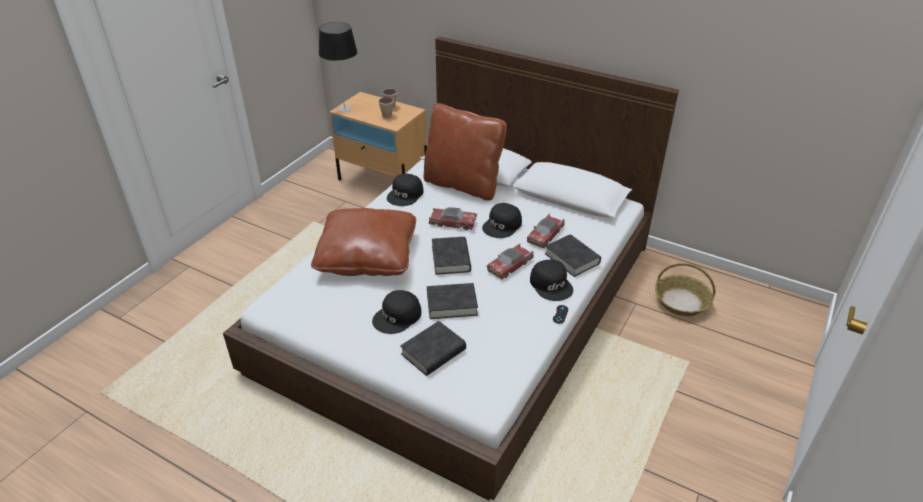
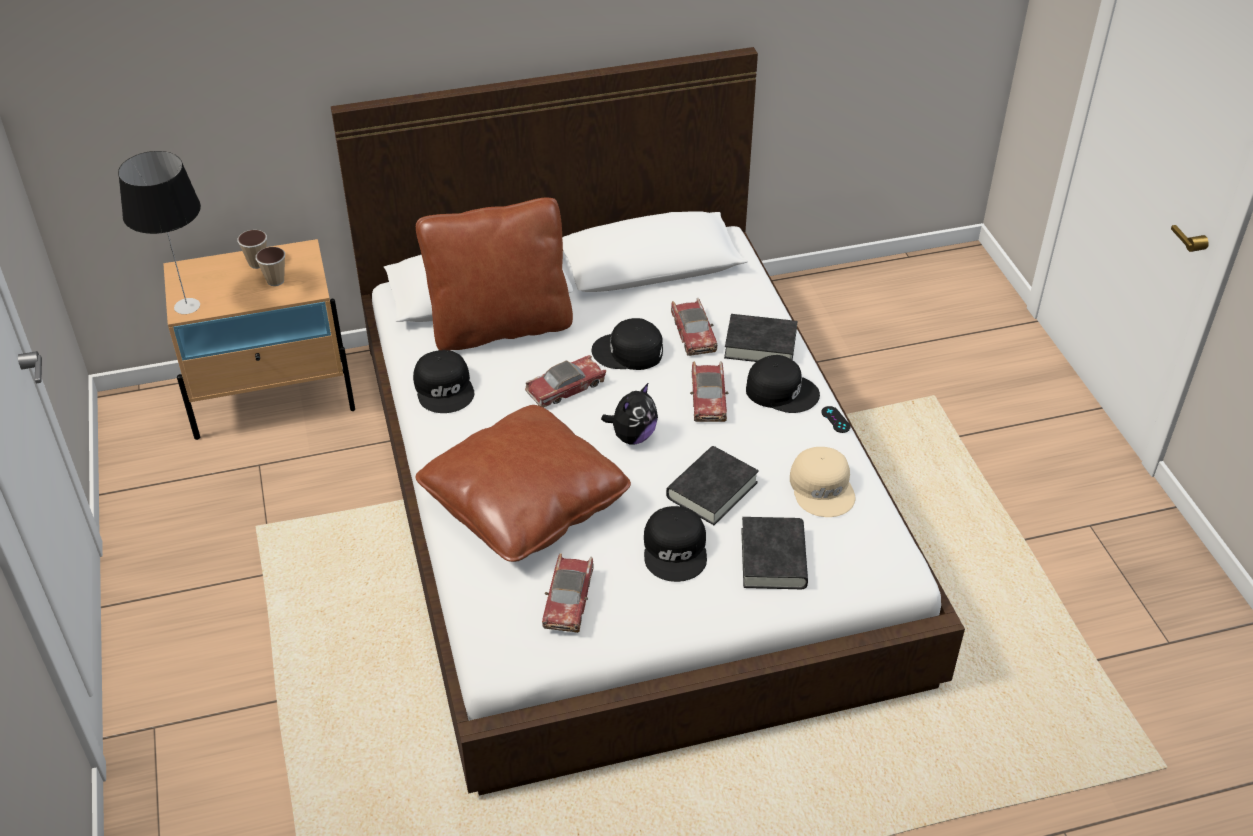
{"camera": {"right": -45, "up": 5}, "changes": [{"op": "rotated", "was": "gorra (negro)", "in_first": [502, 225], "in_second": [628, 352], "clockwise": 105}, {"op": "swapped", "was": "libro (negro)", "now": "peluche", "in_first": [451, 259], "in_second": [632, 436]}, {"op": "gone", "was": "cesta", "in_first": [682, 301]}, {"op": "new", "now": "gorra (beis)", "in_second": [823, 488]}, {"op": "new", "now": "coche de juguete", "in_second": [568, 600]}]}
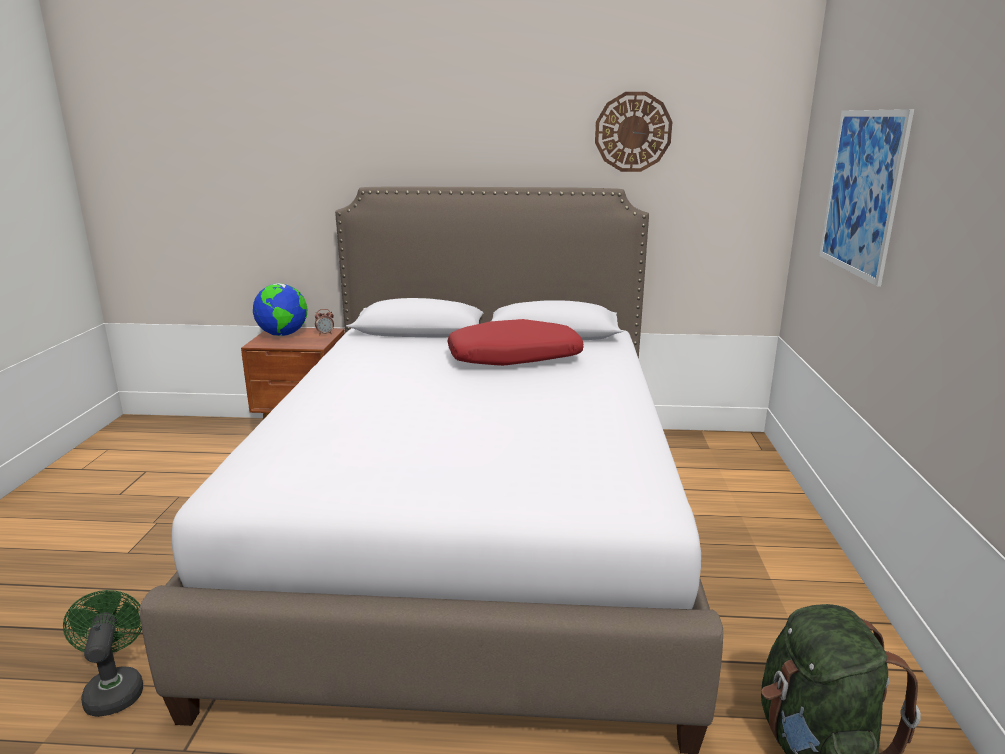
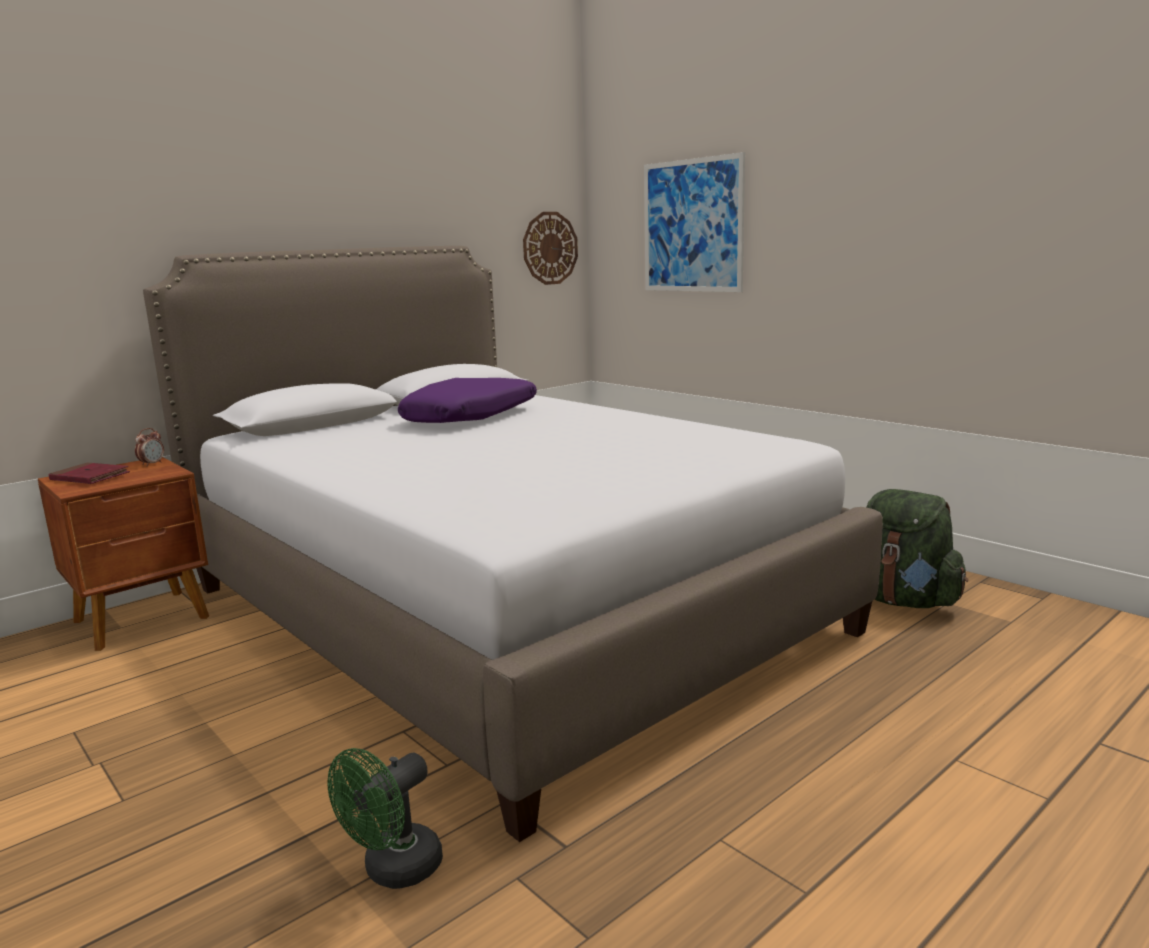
{"camera": {"right": -45, "up": -5}, "changes": [{"op": "shifted", "was": "reloj de pared", "in_first": [633, 132], "in_second": [550, 248]}, {"op": "swapped", "was": "globo terráqueo", "now": "libro (rojo)", "in_first": [283, 335], "in_second": [90, 477]}, {"op": "repainted", "was": "cojín (rojo)", "now": "cojín (morado)", "in_first": [514, 359], "in_second": [471, 417]}, {"op": "rotated", "was": "ventilador (verde)", "in_first": [114, 689], "in_second": [393, 871], "clockwise": -75}]}
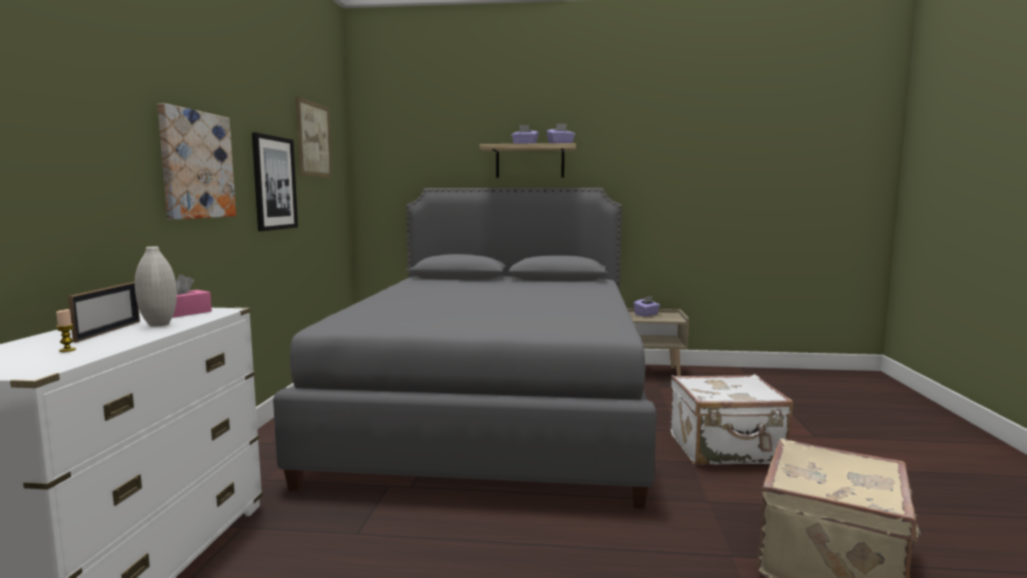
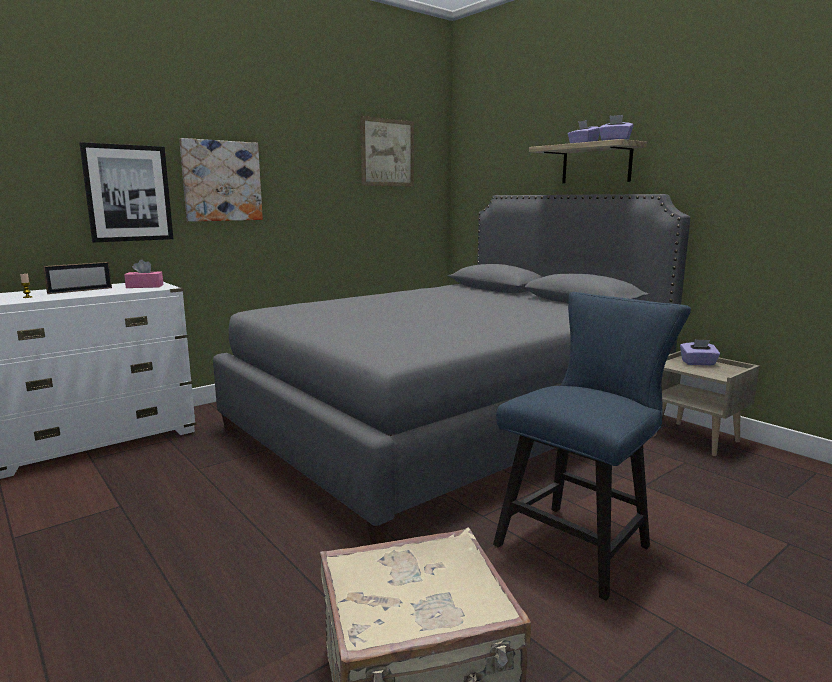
{"camera": {"right": 45, "up": 5}, "changes": [{"op": "shifted", "was": "cuadro", "in_first": [274, 183], "in_second": [128, 193]}, {"op": "gone", "was": "florero (blanco)", "in_first": [159, 324]}, {"op": "swapped", "was": "maleta (blanco)", "now": "silla (azul)", "in_first": [726, 450], "in_second": [580, 542]}]}
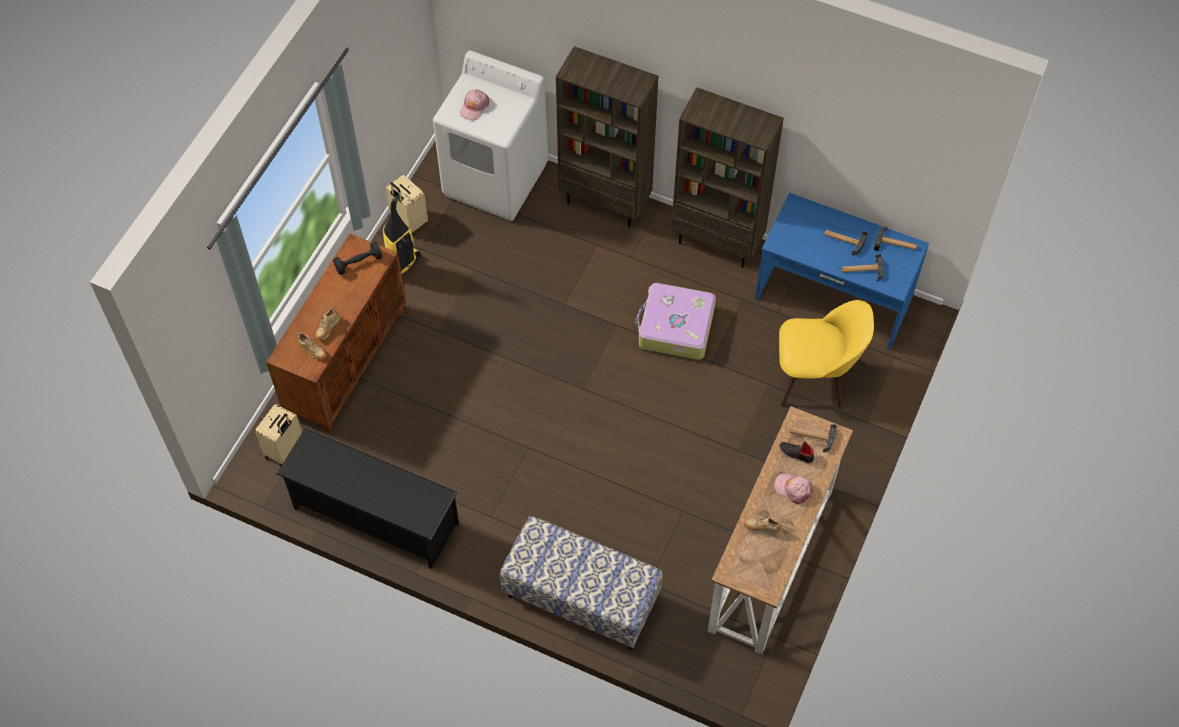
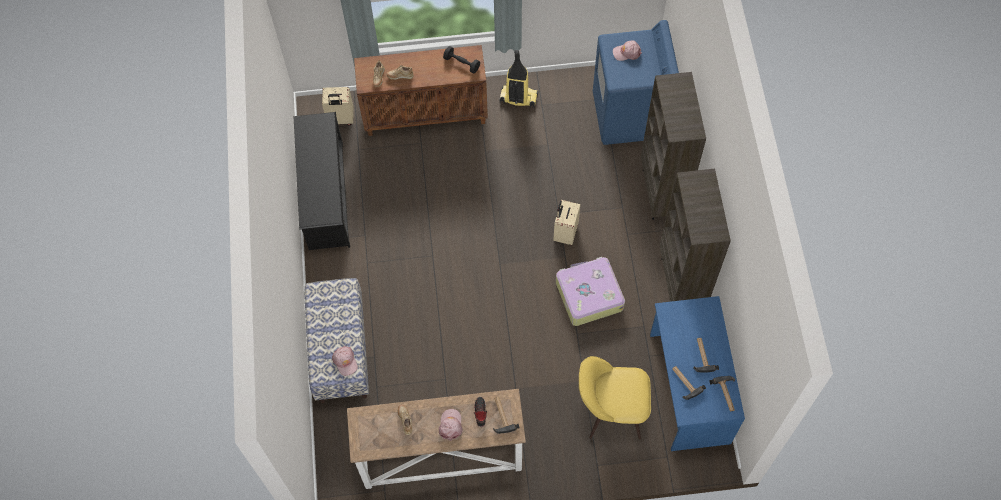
{"camera": {"right": 60, "up": 5}, "changes": [{"op": "repainted", "was": "lavadora (blanco)", "now": "lavadora (azul)", "in_first": [496, 180], "in_second": [629, 115]}, {"op": "shifted", "was": "maleta (beis)", "in_first": [408, 222], "in_second": [565, 233]}, {"op": "rotated", "was": "silla (amarillo)", "in_first": [815, 377], "in_second": [611, 410], "clockwise": 120}, {"op": "new", "now": "gorra (rosa)", "in_second": [345, 361]}]}
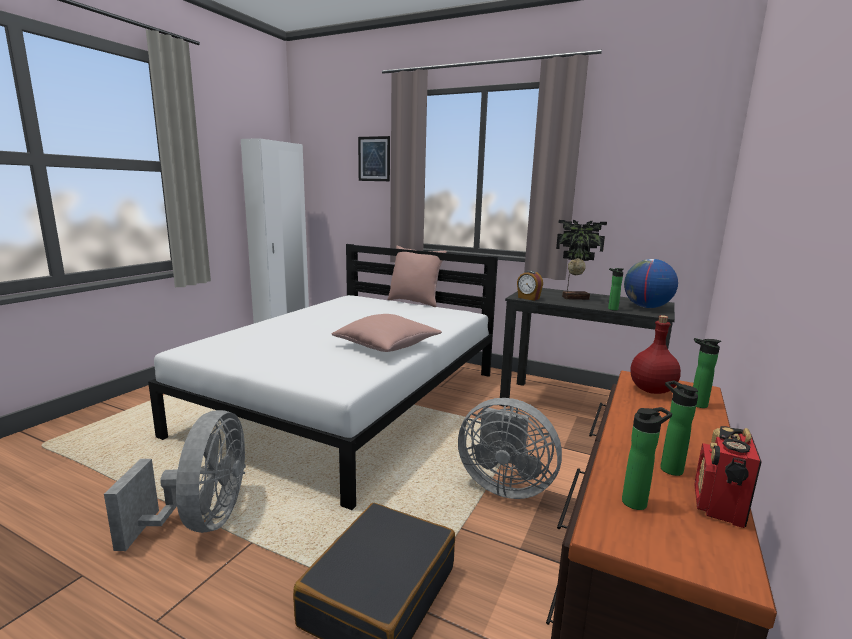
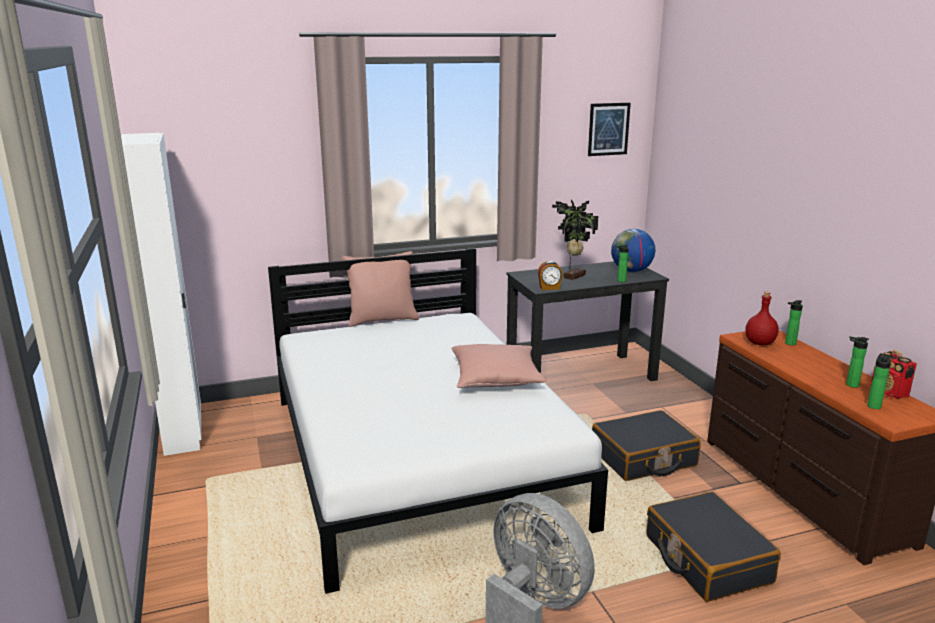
{"camera": {"right": -45, "up": 5}, "changes": [{"op": "shifted", "was": "cuadro", "in_first": [374, 159], "in_second": [608, 129]}, {"op": "swapped", "was": "ventilador (gris)", "now": "maleta (negro)", "in_first": [504, 485], "in_second": [643, 458]}]}
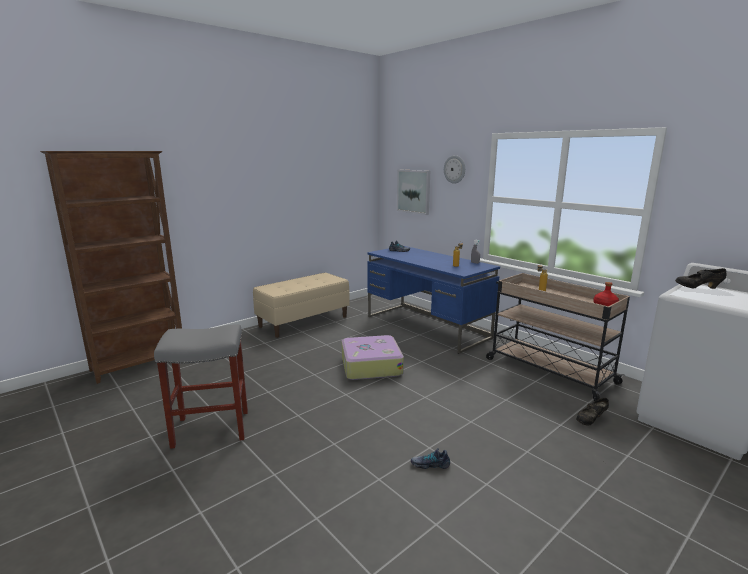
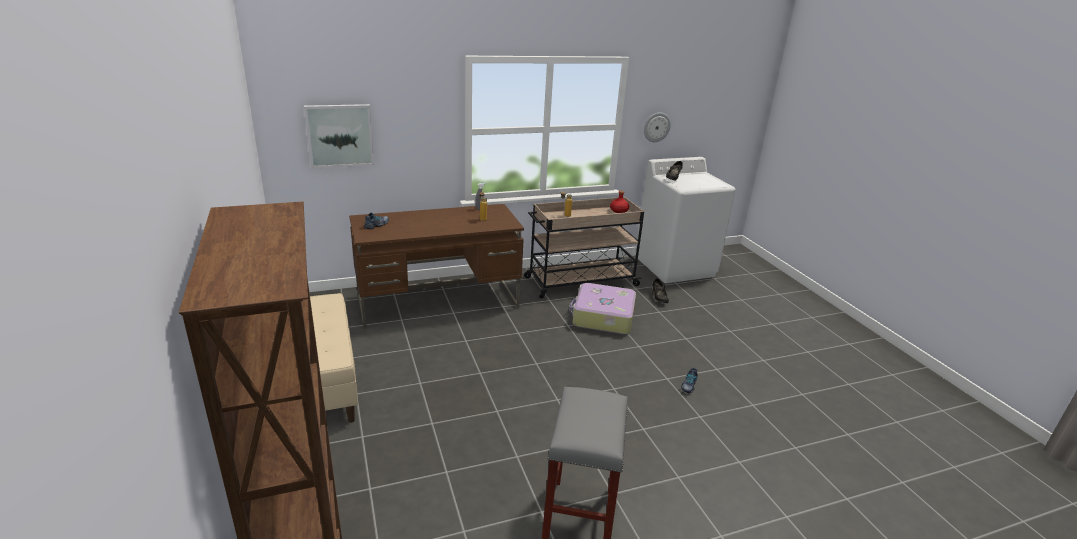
{"camera": {"right": -70, "up": 10}, "changes": [{"op": "shifted", "was": "reloj de pared", "in_first": [454, 169], "in_second": [656, 127]}, {"op": "repainted", "was": "escritorio (azul)", "now": "escritorio (marrón)", "in_first": [427, 327], "in_second": [439, 302]}, {"op": "shifted", "was": "maleta", "in_first": [370, 365], "in_second": [602, 317]}]}
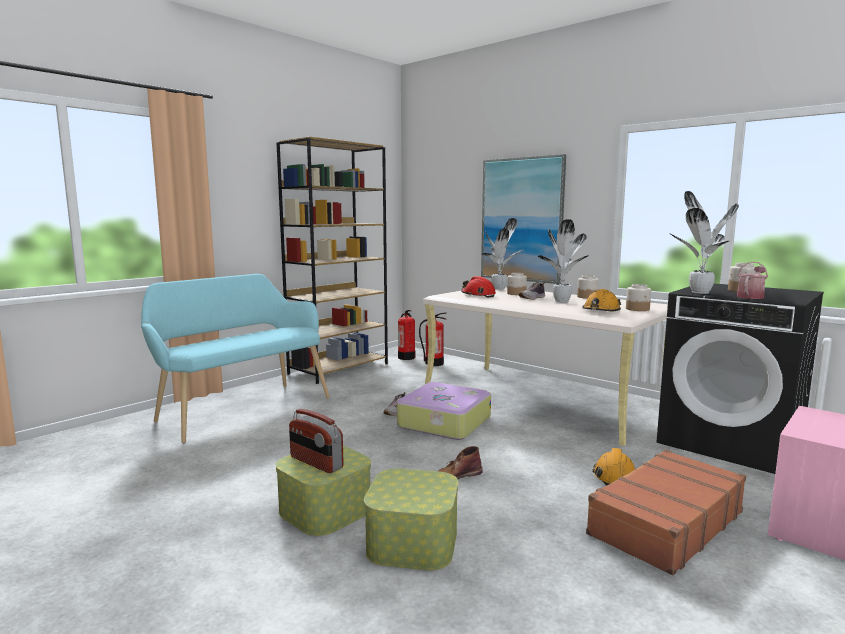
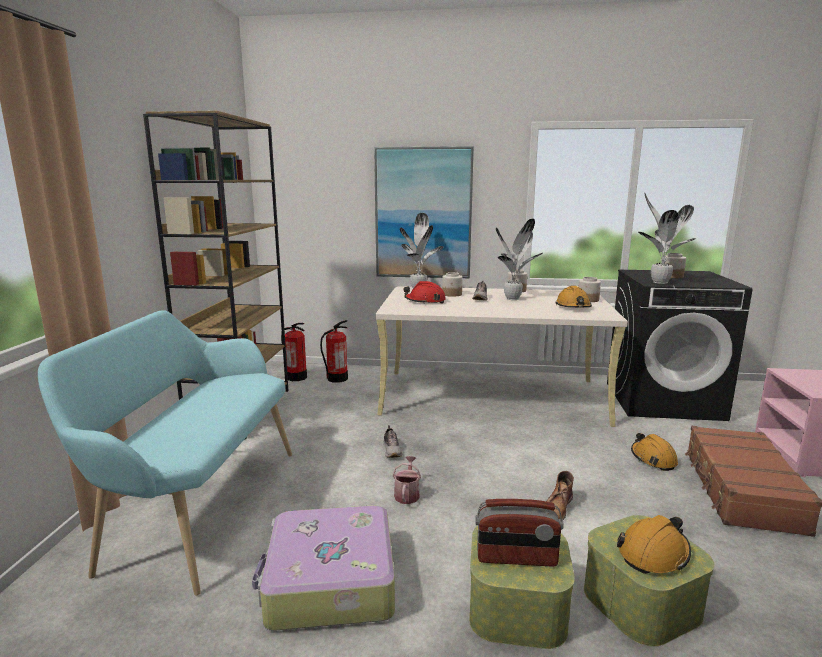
{"camera": {"right": -35, "up": 5}, "changes": [{"op": "shifted", "was": "regadera", "in_first": [751, 296], "in_second": [407, 494]}, {"op": "shifted", "was": "maleta", "in_first": [443, 422], "in_second": [329, 582]}, {"op": "new", "now": "casco (naranja)", "in_second": [653, 554]}]}
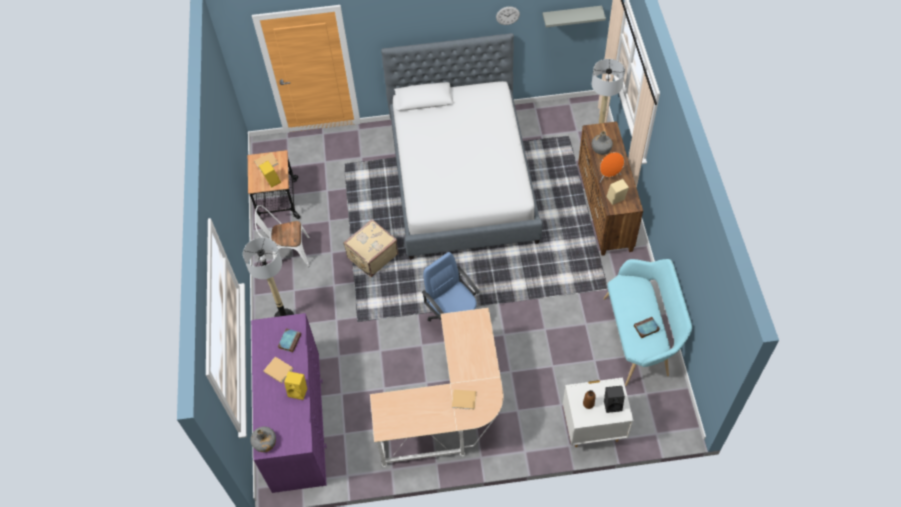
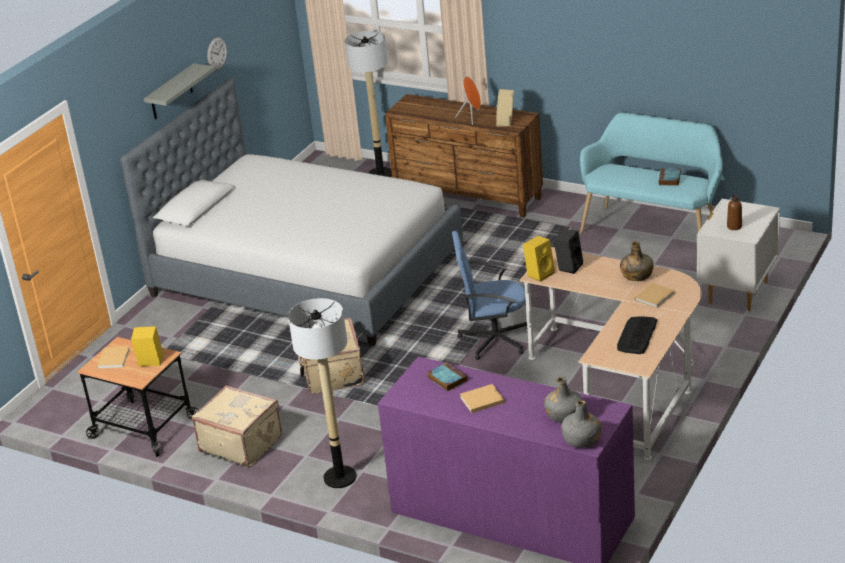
{"camera": {"right": -55, "up": -25}, "changes": [{"op": "shifted", "was": "estante (gris)", "in_first": [571, 16], "in_second": [171, 92]}, {"op": "shifted", "was": "botella (gris)", "in_first": [601, 148], "in_second": [564, 415]}, {"op": "swapped", "was": "silla (blanco)", "now": "maleta (beis)", "in_first": [288, 253], "in_second": [241, 443]}, {"op": "shifted", "was": "altavoz (amarillo)", "in_first": [299, 391], "in_second": [539, 273]}, {"op": "shifted", "was": "altavoz (negro)", "in_first": [613, 404], "in_second": [568, 266]}, {"op": "new", "now": "botella (verde)", "in_second": [636, 275]}, {"op": "new", "now": "teclado", "in_second": [637, 336]}]}
